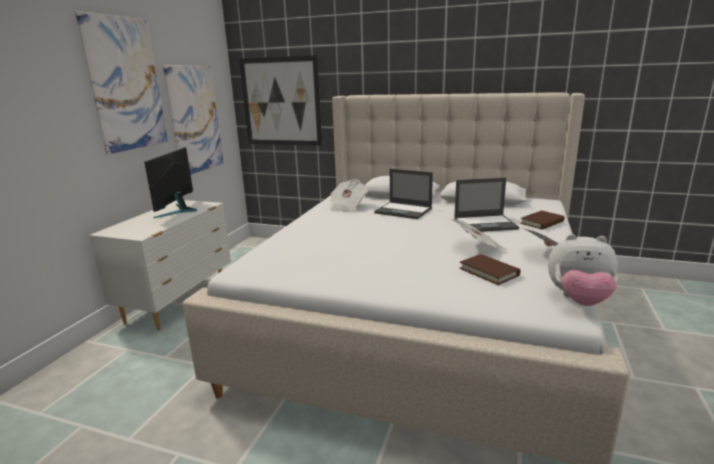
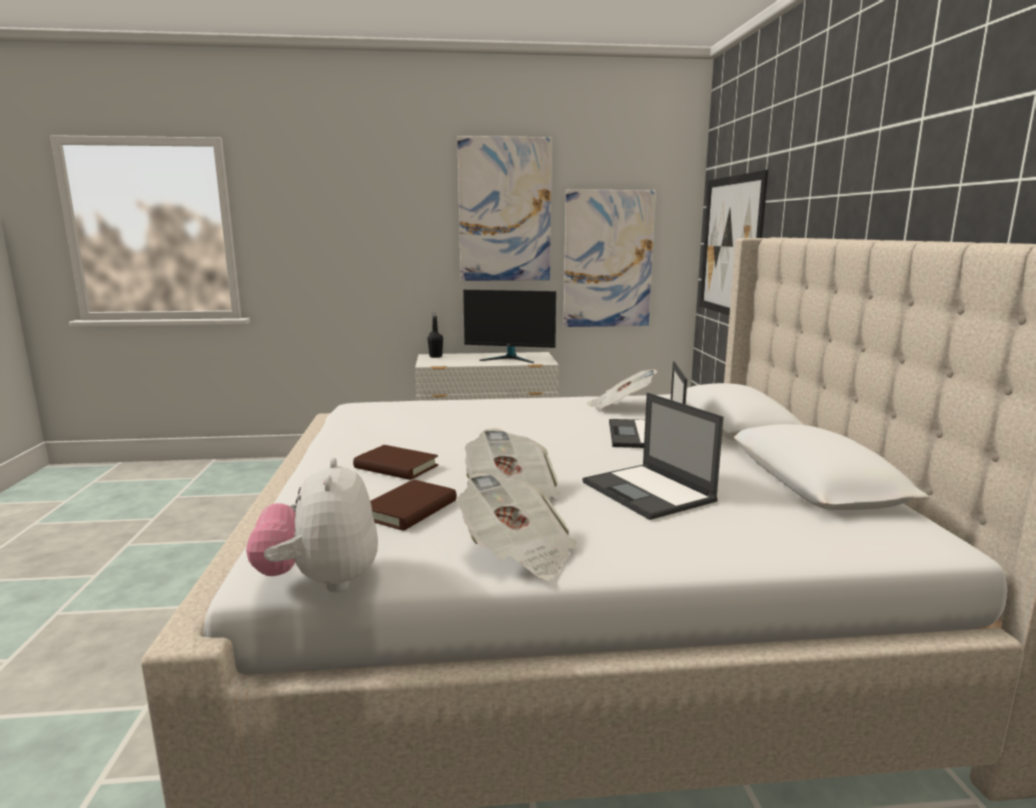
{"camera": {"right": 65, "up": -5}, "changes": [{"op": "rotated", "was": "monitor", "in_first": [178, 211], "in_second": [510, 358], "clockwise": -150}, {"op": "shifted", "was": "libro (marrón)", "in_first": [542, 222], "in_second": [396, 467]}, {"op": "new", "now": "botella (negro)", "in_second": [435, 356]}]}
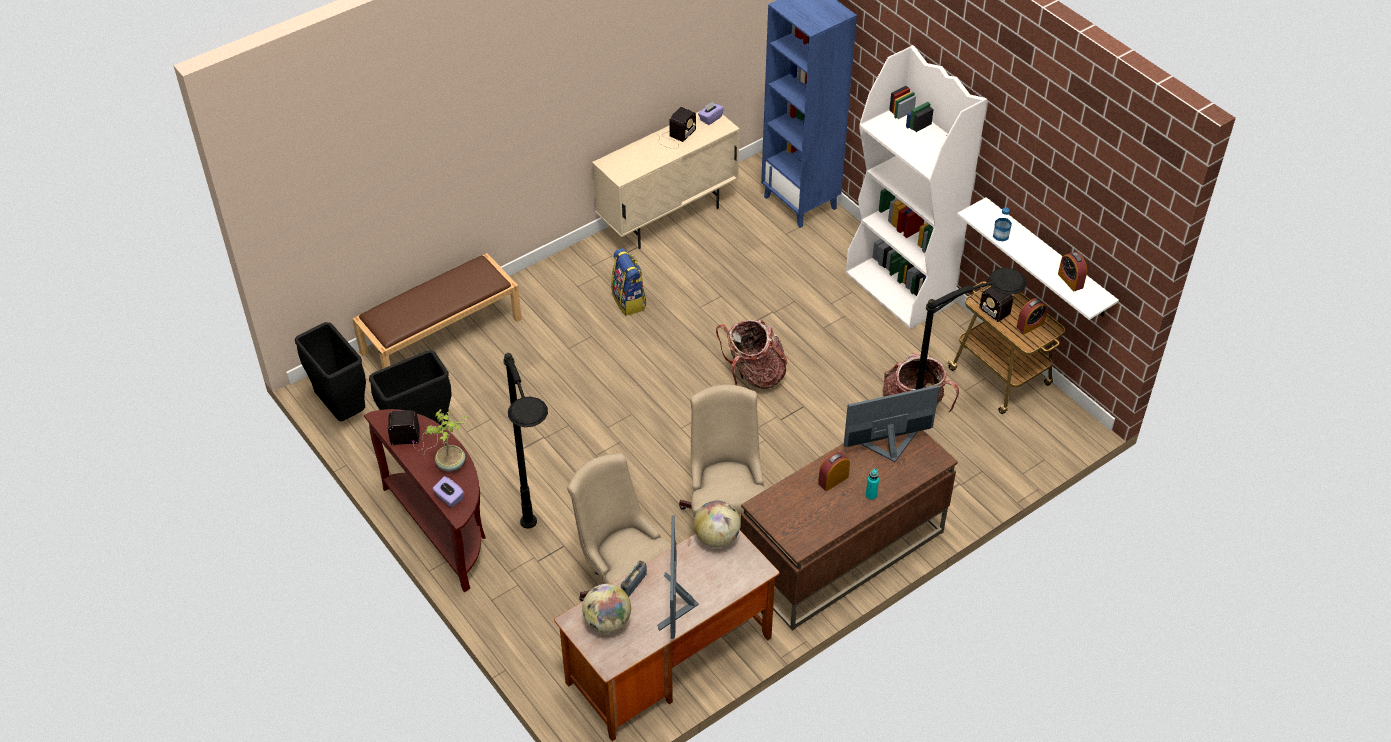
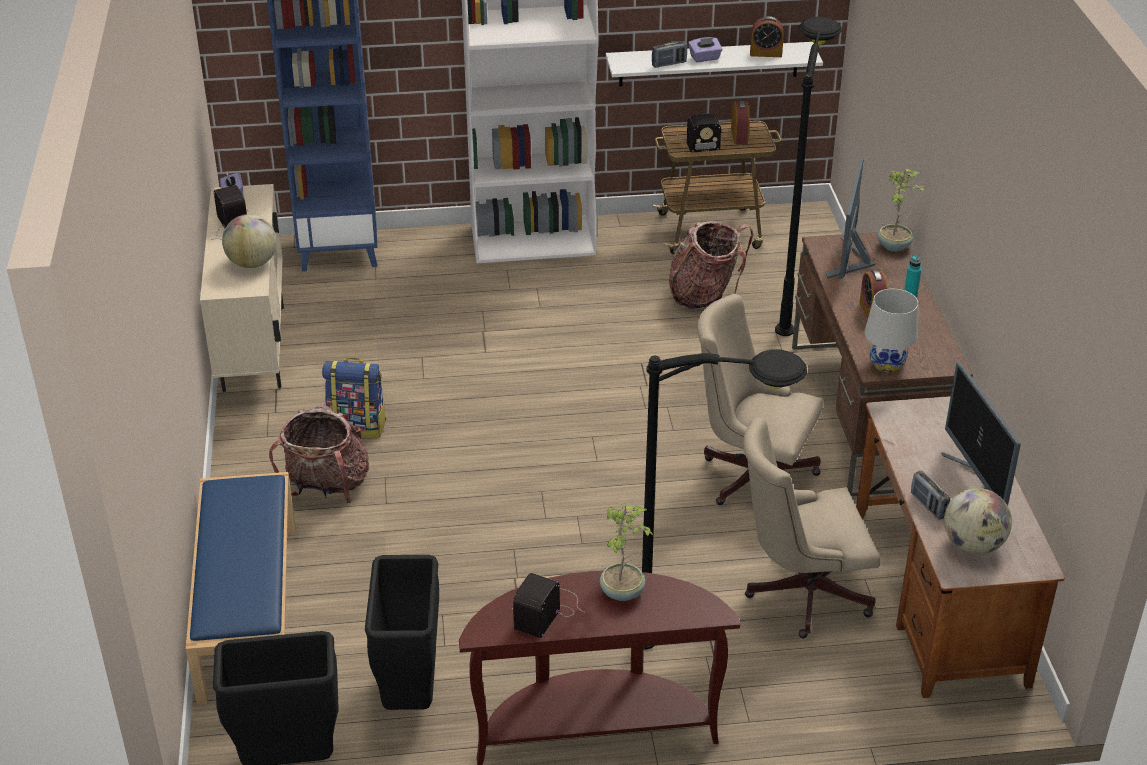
{"camera": {"right": -60, "up": -10}, "changes": [{"op": "swapped", "was": "botella", "now": "radio", "in_first": [1001, 235], "in_second": [669, 64]}, {"op": "repainted", "was": "banco (marrón)", "now": "banco (azul)", "in_first": [442, 335], "in_second": [248, 609]}, {"op": "shifted", "was": "mochila", "in_first": [754, 375], "in_second": [327, 487]}, {"op": "shifted", "was": "caja de pañuelos (morado)", "in_first": [449, 498], "in_second": [704, 58]}, {"op": "shifted", "was": "globo terráqueo", "in_first": [717, 537], "in_second": [252, 263]}, {"op": "rotated", "was": "monitor", "in_first": [676, 604], "in_second": [976, 482], "clockwise": 45}, {"op": "new", "now": "planta en maceta", "in_second": [894, 246]}, {"op": "new", "now": "lámpara de mesa (blanco)", "in_second": [886, 364]}]}
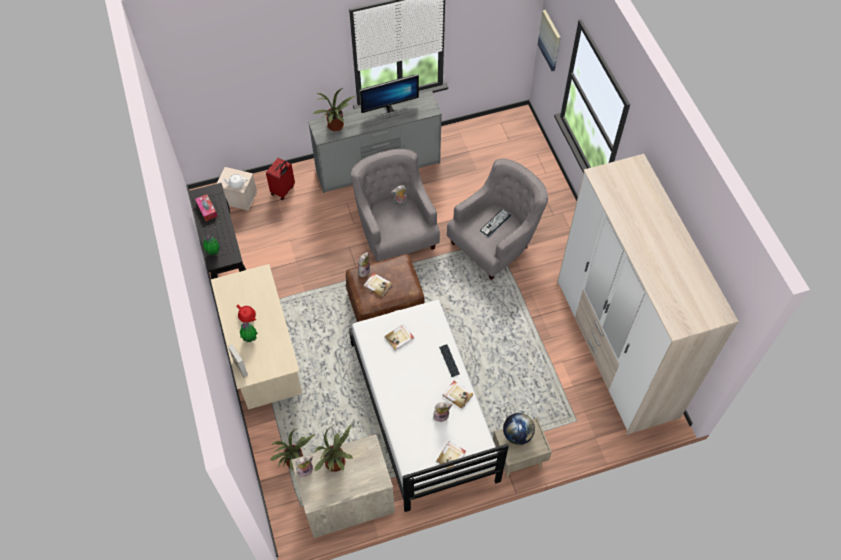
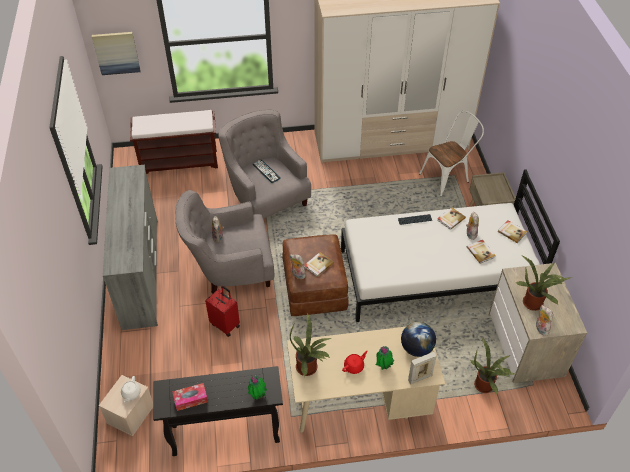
{"camera": {"right": -80, "up": -10}, "changes": [{"op": "gone", "was": "monitor", "in_first": [389, 109]}, {"op": "shifted", "was": "planta en maceta", "in_first": [335, 127], "in_second": [309, 367]}, {"op": "shifted", "was": "maleta (rojo)", "in_first": [283, 190], "in_second": [225, 325]}, {"op": "shifted", "was": "libro", "in_first": [399, 338], "in_second": [481, 252]}, {"op": "shifted", "was": "globo terráqueo", "in_first": [517, 434], "in_second": [416, 348]}, {"op": "new", "now": "banco (marrón)", "in_second": [180, 162]}, {"op": "new", "now": "silla (blanco)", "in_second": [447, 177]}]}
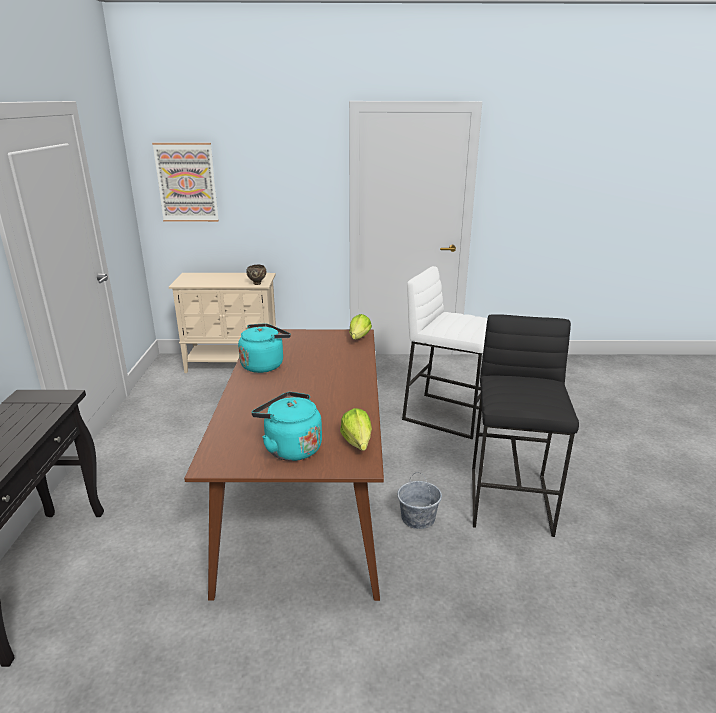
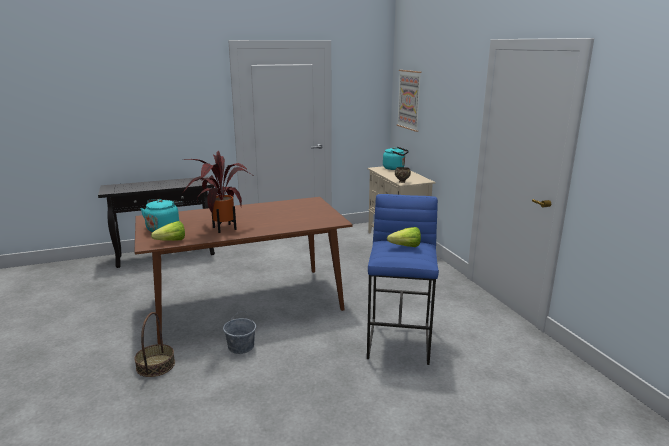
{"camera": {"right": 70, "up": -5}, "changes": [{"op": "repainted", "was": "taburete (blanco)", "now": "taburete (azul)", "in_first": [447, 415], "in_second": [400, 340]}, {"op": "shifted", "was": "lechuga", "in_first": [357, 339], "in_second": [402, 246]}, {"op": "gone", "was": "taburete (negro)", "in_first": [511, 500]}, {"op": "shifted", "was": "hervidor (turquesa)", "in_first": [264, 365], "in_second": [395, 168]}, {"op": "new", "now": "planta en maceta", "in_second": [221, 228]}, {"op": "new", "now": "cesta", "in_second": [156, 365]}]}
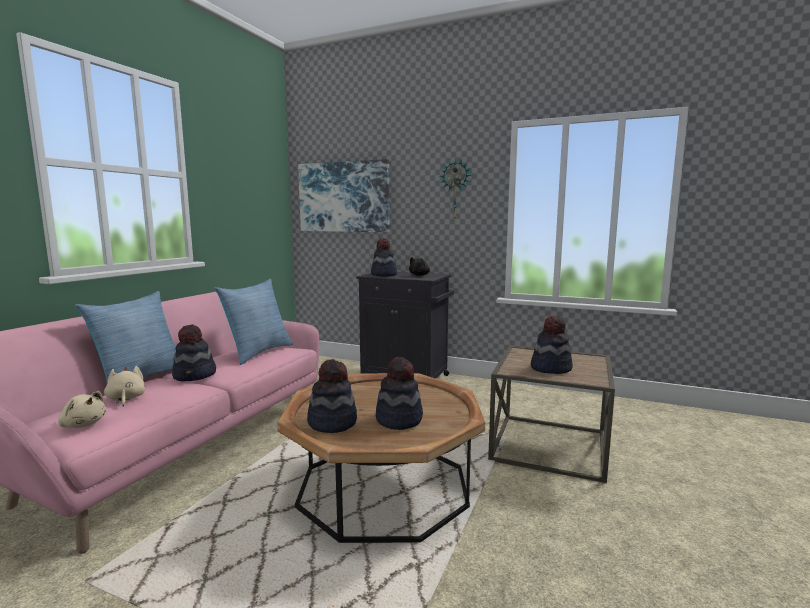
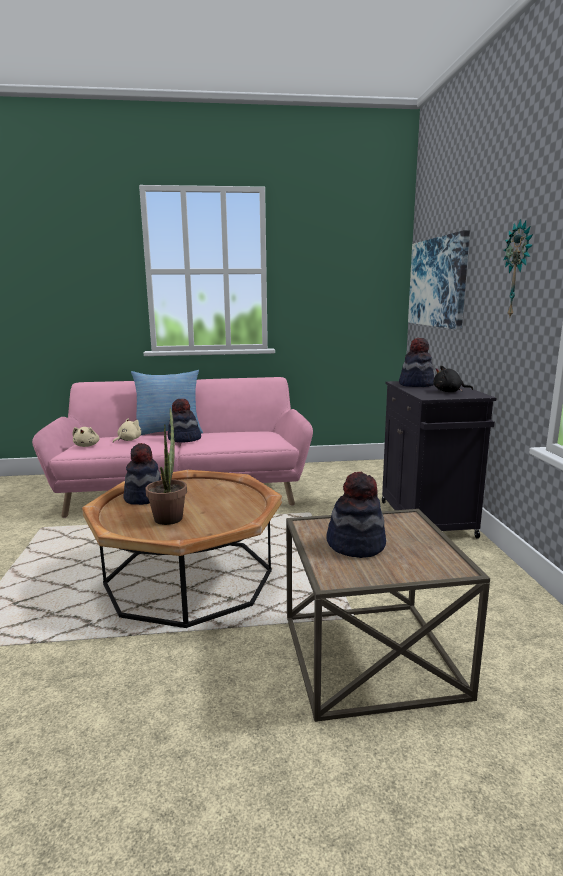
{"camera": {"right": 60, "up": 5}, "changes": [{"op": "gone", "was": "cojín", "in_first": [257, 353]}, {"op": "swapped", "was": "sombrero", "now": "planta en maceta", "in_first": [399, 419], "in_second": [169, 516]}]}
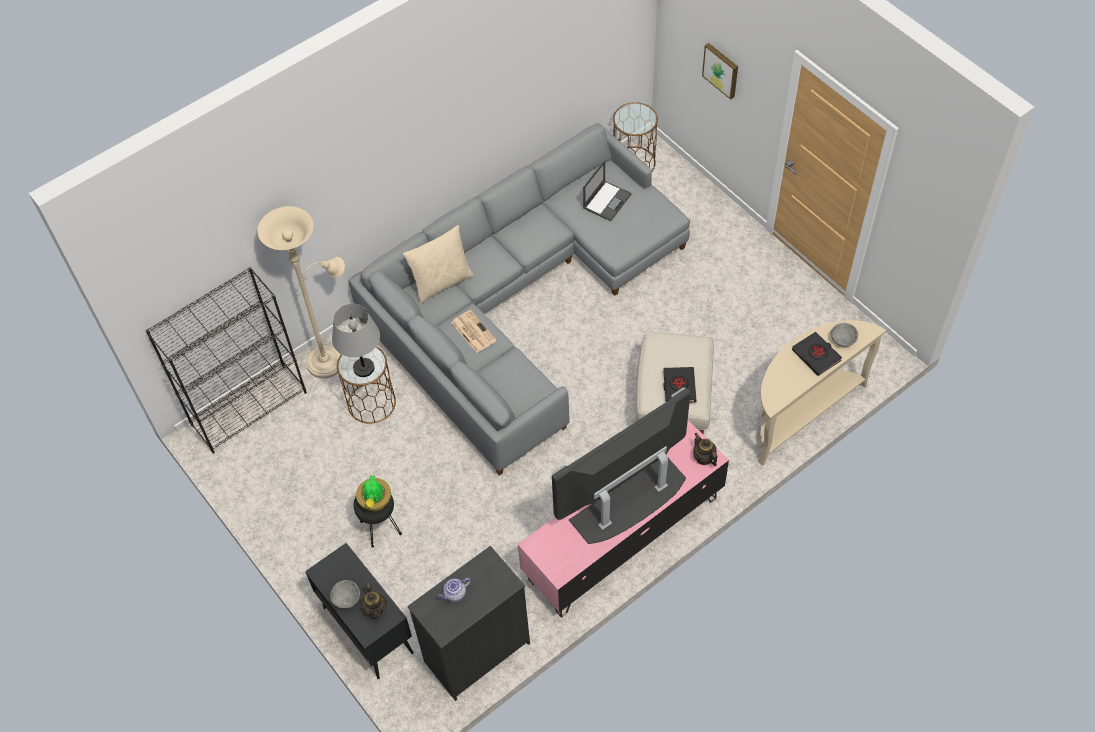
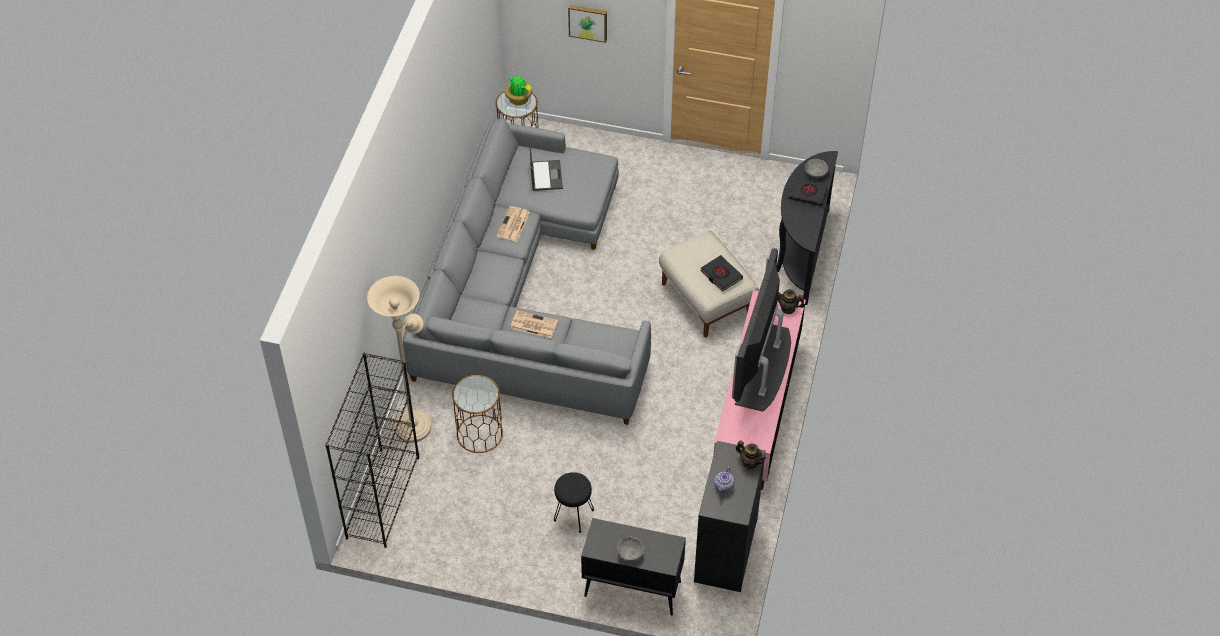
{"camera": {"right": -40, "up": -5}, "changes": [{"op": "gone", "was": "cojín (beis)", "in_first": [441, 282]}, {"op": "gone", "was": "lámpara de mesa (gris)", "in_first": [364, 368]}, {"op": "repainted", "was": "mesa consola (beis)", "now": "mesa consola (negro)", "in_first": [800, 412], "in_second": [800, 254]}, {"op": "shifted", "was": "planta en maceta", "in_first": [375, 502], "in_second": [519, 100]}, {"op": "shifted", "was": "tetera", "in_first": [375, 609], "in_second": [750, 462]}, {"op": "new", "now": "periódico", "in_second": [513, 225]}]}
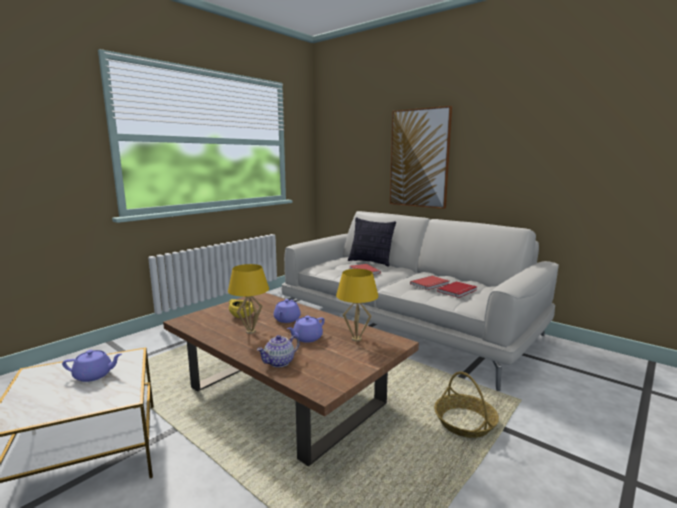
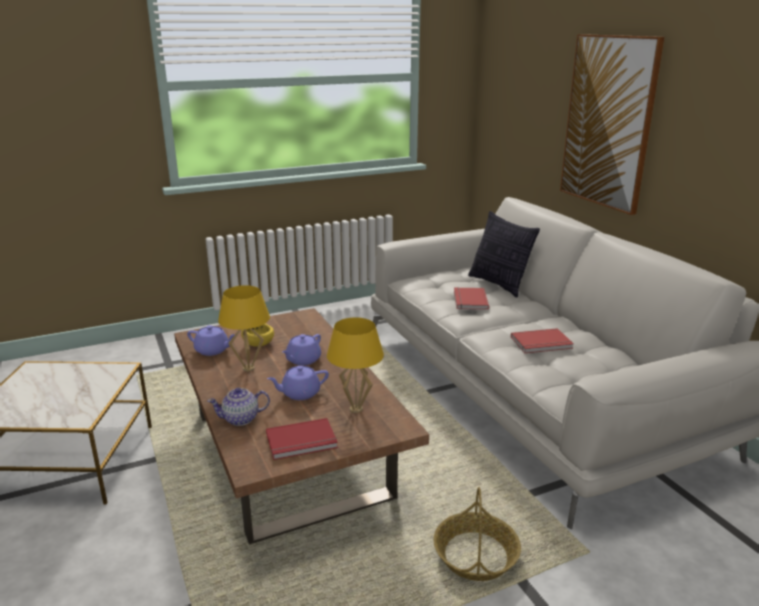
{"camera": {"right": 25, "up": 10}, "changes": [{"op": "shifted", "was": "libro (rojo)", "in_first": [458, 291], "in_second": [302, 442]}, {"op": "shifted", "was": "tetera (morado)", "in_first": [94, 375], "in_second": [213, 350]}]}
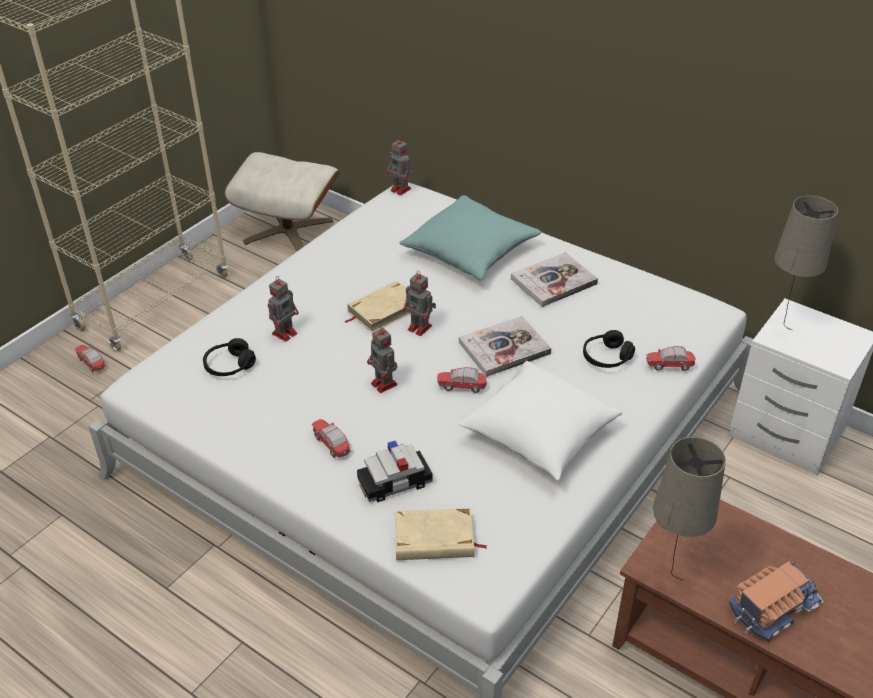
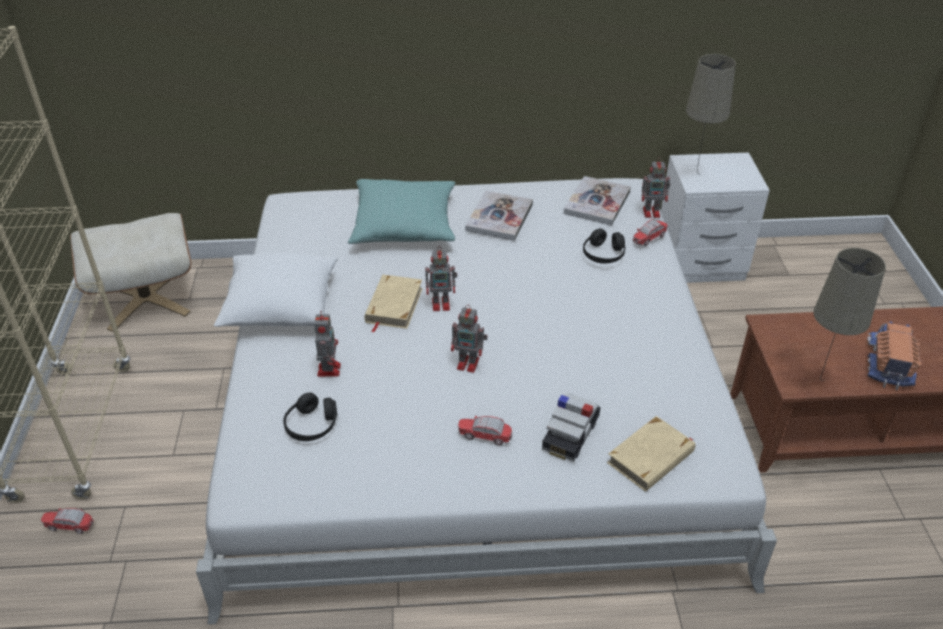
{"camera": {"right": -40, "up": 0}, "changes": [{"op": "shifted", "was": "robot de juguete", "in_first": [401, 190], "in_second": [652, 212]}, {"op": "shifted", "was": "libro", "in_first": [504, 348], "in_second": [597, 202]}, {"op": "shifted", "was": "cojín (blanco)", "in_first": [538, 436], "in_second": [281, 308]}, {"op": "gone", "was": "coche de juguete", "in_first": [462, 387]}]}
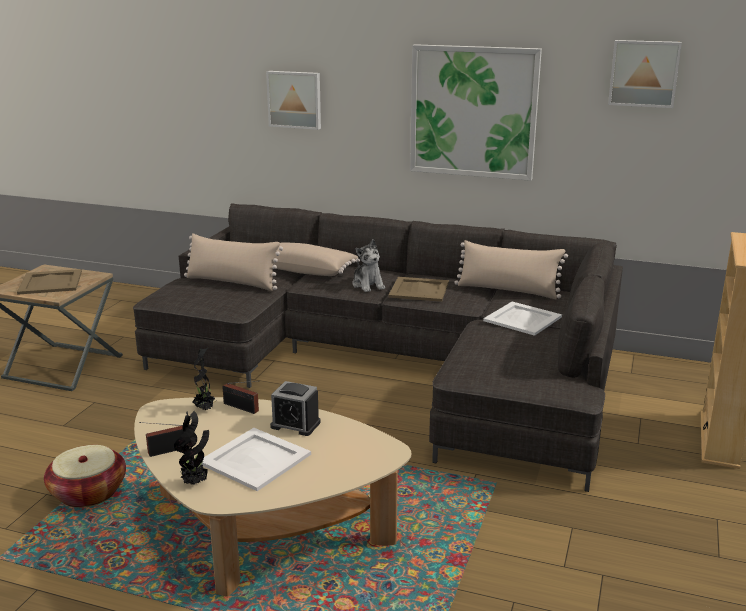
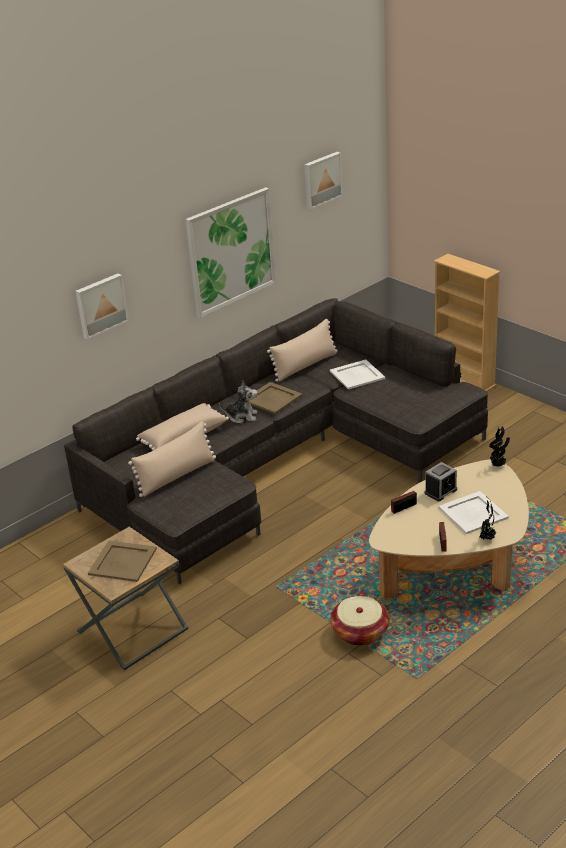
{"camera": {"right": -60, "up": 10}, "changes": [{"op": "shifted", "was": "planta en maceta", "in_first": [205, 409], "in_second": [498, 465]}]}
